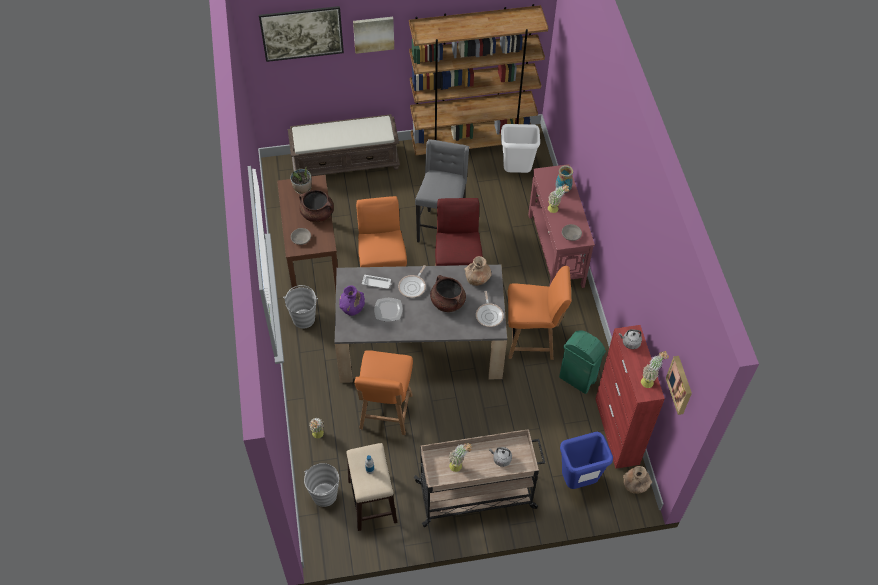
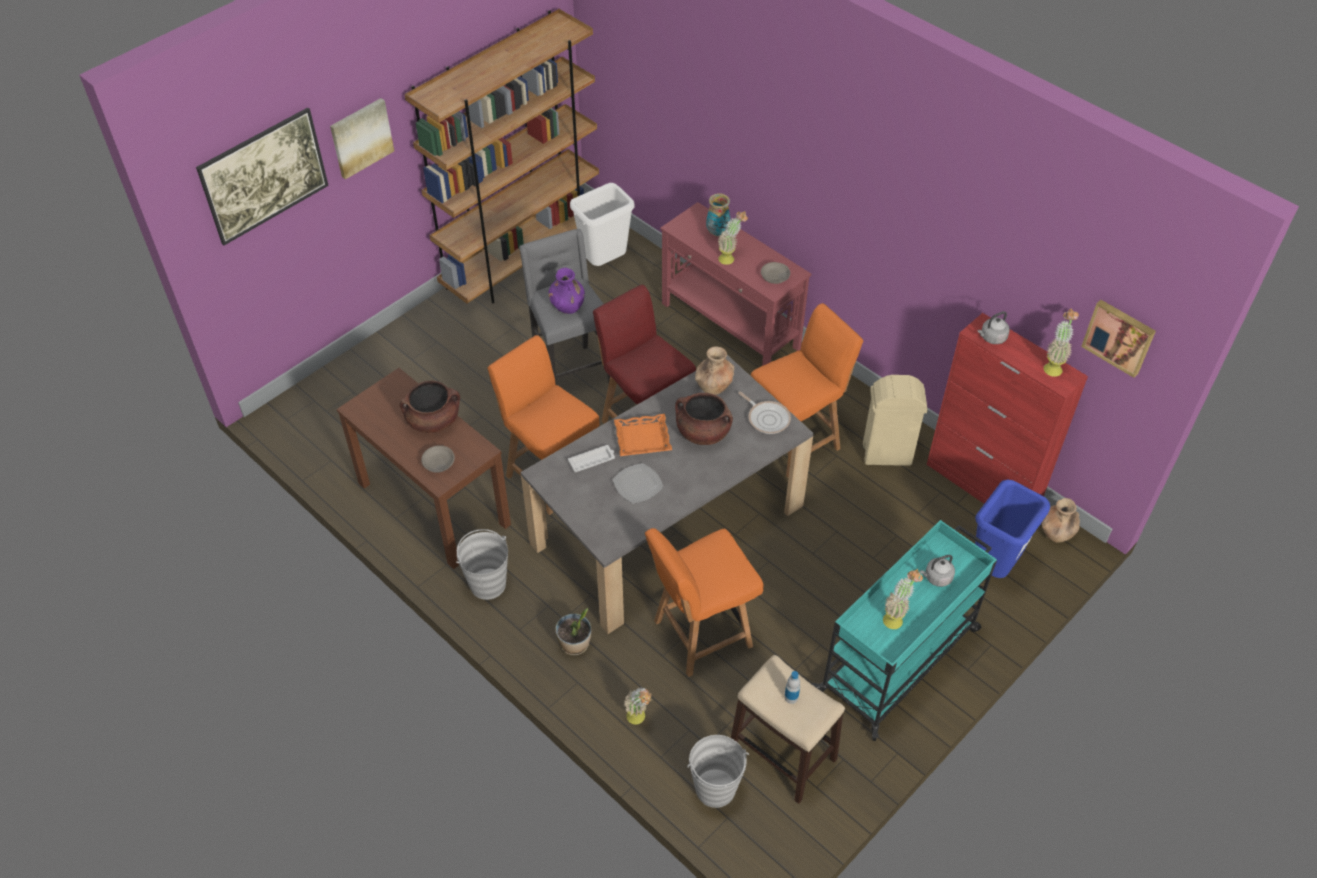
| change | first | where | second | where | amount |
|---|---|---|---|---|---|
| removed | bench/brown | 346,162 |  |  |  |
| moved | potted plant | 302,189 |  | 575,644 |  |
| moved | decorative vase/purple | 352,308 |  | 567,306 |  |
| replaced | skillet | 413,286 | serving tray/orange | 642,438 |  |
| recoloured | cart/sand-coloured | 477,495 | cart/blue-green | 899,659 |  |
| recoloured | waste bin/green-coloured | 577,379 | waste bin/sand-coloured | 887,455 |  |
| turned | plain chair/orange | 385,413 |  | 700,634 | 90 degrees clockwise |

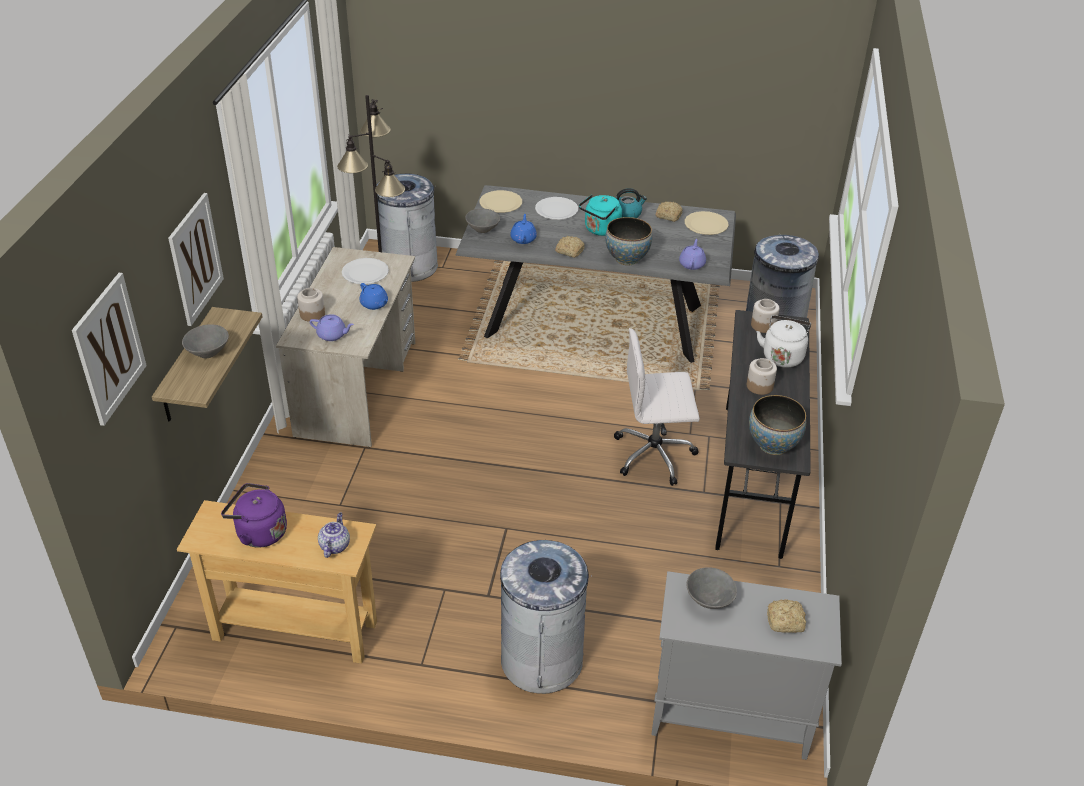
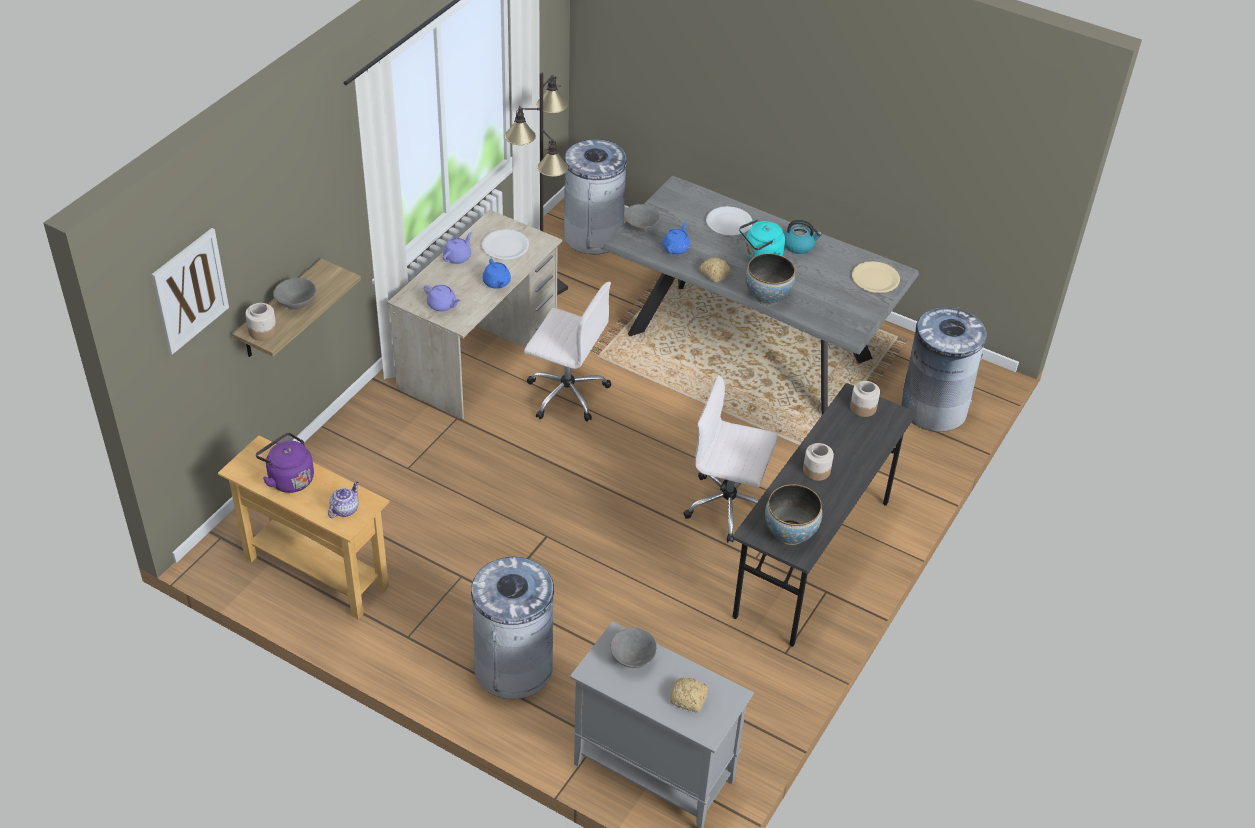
| change | first | where | second | where | amount |
|---|---|---|---|---|---|
| removed | wall picture | 195,259 |  |  |  |
| removed | dinner plate/sand-coloured | 501,203 |  |  |  |
| removed | bread | 668,215 |  |  |  |
| removed | water kettle/white-coloured | 782,356 |  |  |  |
| added |  |  | office chair/white-coloured | 566,393 |  |
| moved | storage jar | 312,314 |  | 263,331 |  |
| moved | teapot/purple | 692,264 |  | 458,257 |  |

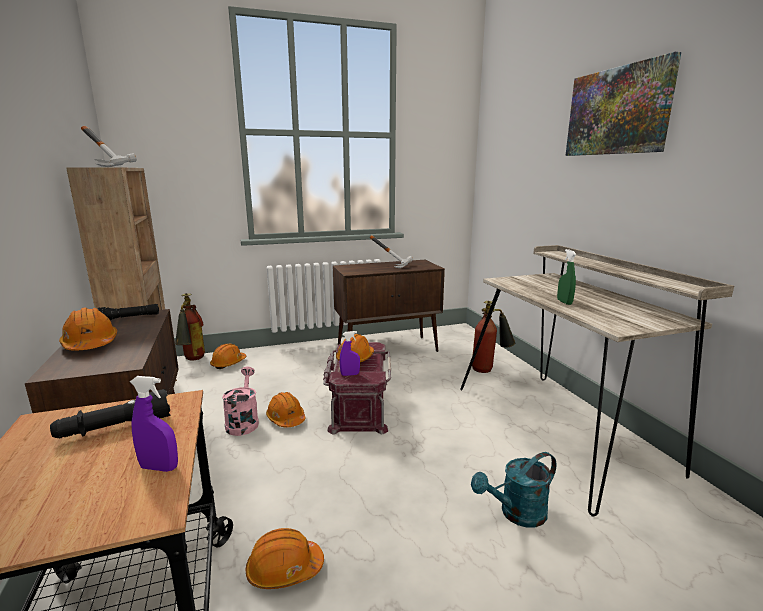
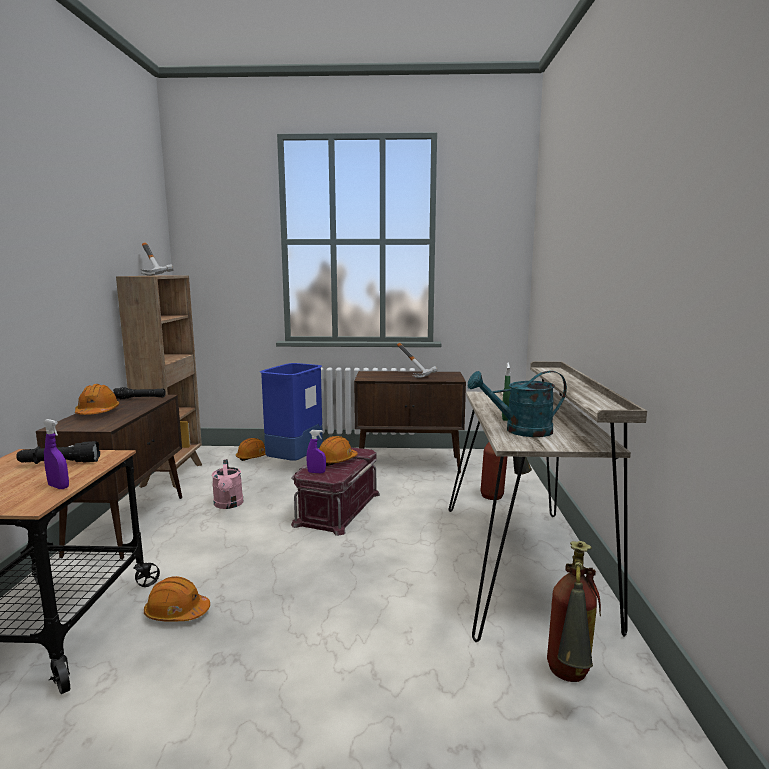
| change | first | where | second | where | amount |
|---|---|---|---|---|---|
| removed | safety helmet/orange | 286,418 |  |  |  |
| removed | wall picture | 617,111 |  |  |  |
| added |  |  | waste bin/bluish | 295,462 |  |
| moved | fire-fighting cylinder | 192,360 |  | 568,682 |  |
| moved | sprinkling can/blue-green | 516,514 |  | 520,431 |  |
| turned | sprinkling can/pink-coloured | 243,421 |  | 228,505 | 150 degrees clockwise |

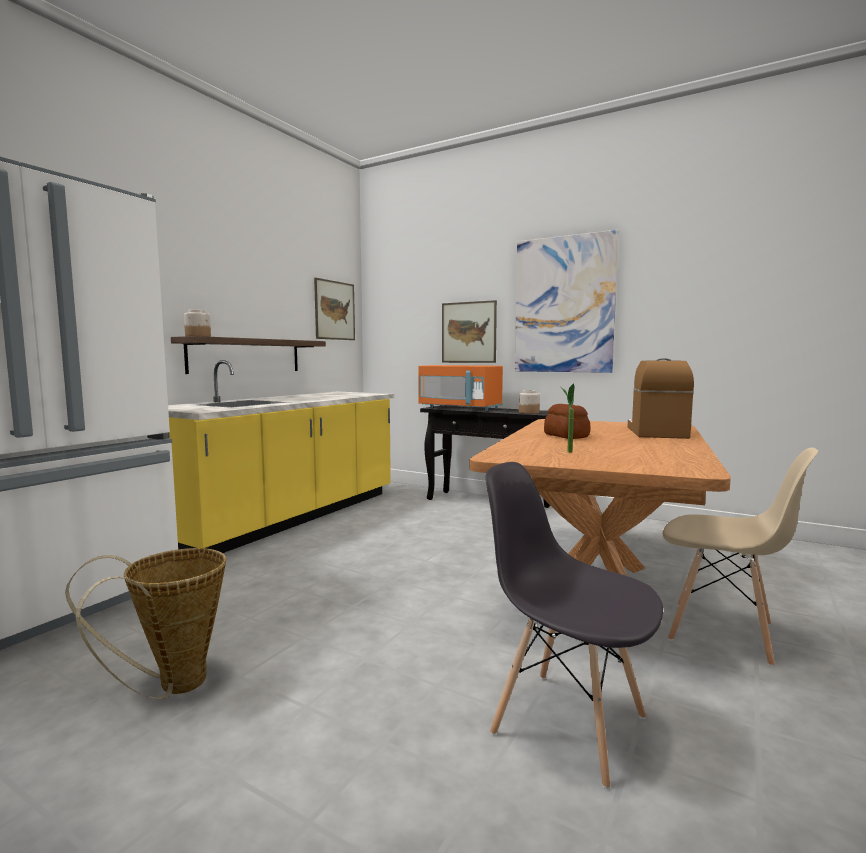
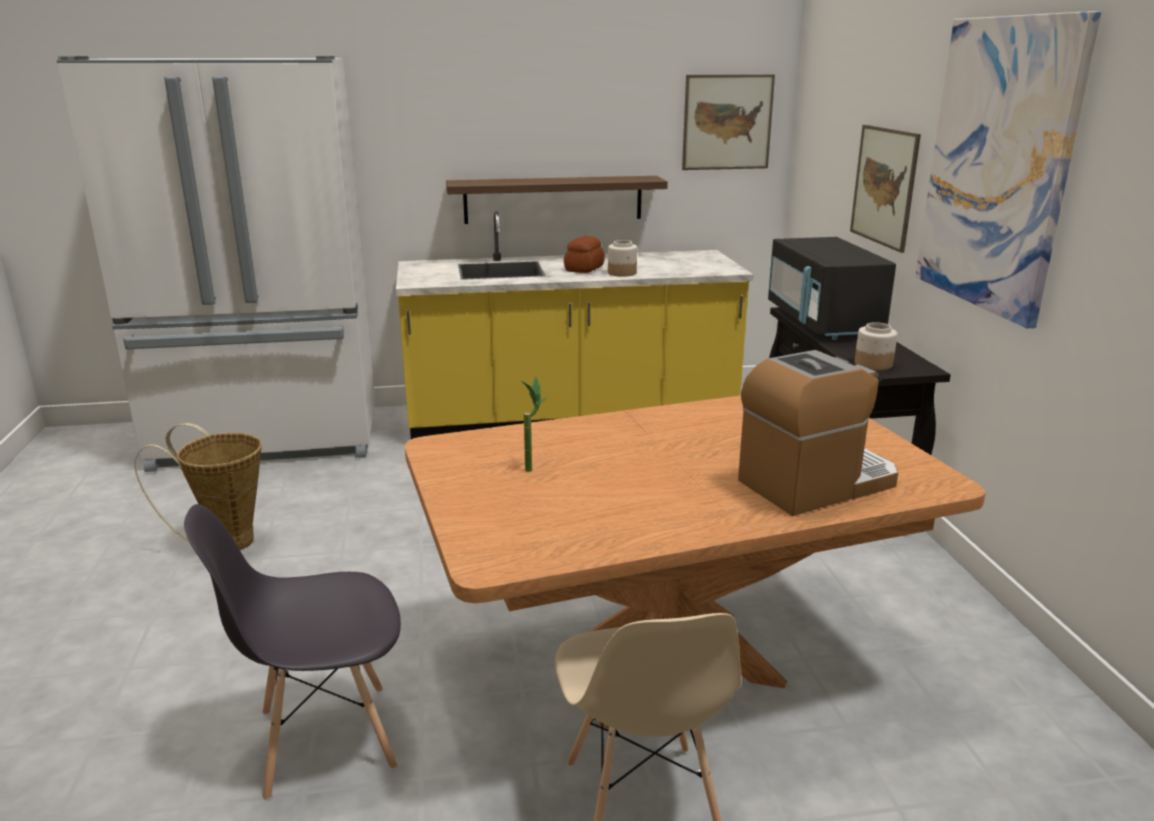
| change | first | where | second | where | amount |
|---|---|---|---|---|---|
| moved | storage jar | 198,336 |  | 622,273 |  |
| moved | bread | 566,436 |  | 583,269 |  |
| recoloured | kitchen microwave/orange | 460,408 | kitchen microwave/blackish | 823,322 |  |
| turned | plain chair/grey | 567,723 |  | 324,740 | 105 degrees counterclockwise |

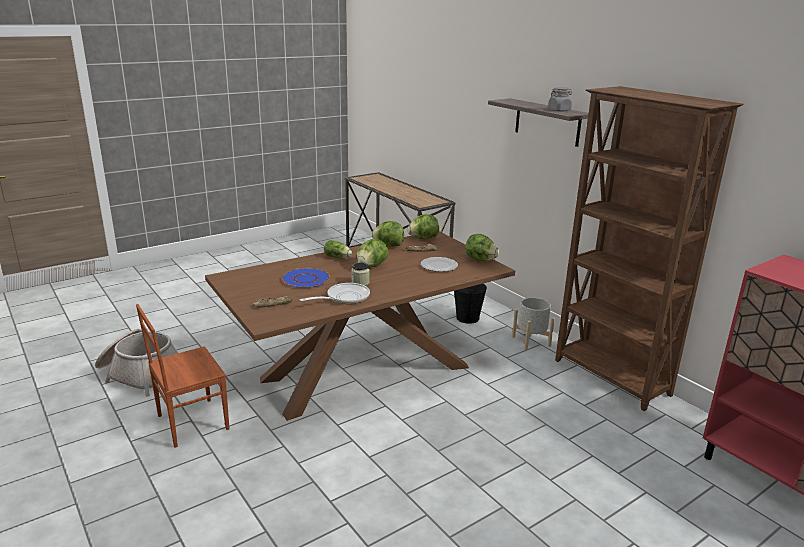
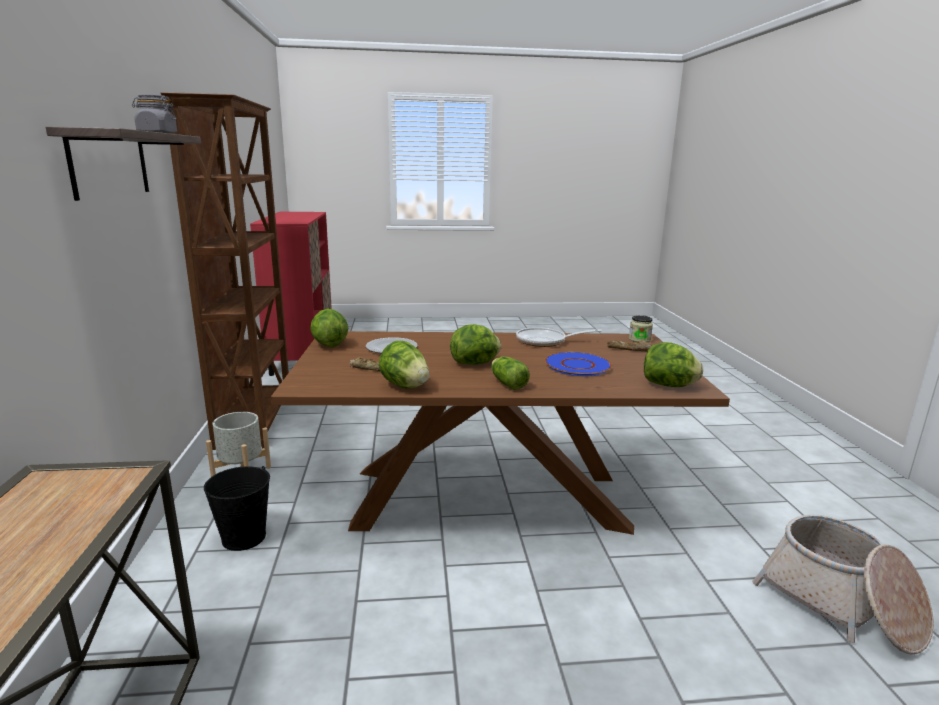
| change | first | where | second | where | amount |
|---|---|---|---|---|---|
| removed | plain chair/brown | 191,422 |  |  |  |
| moved | storage jar | 360,282 |  | 639,339 |  |
| moved | lettuce | 423,238 |  | 669,385 |  |

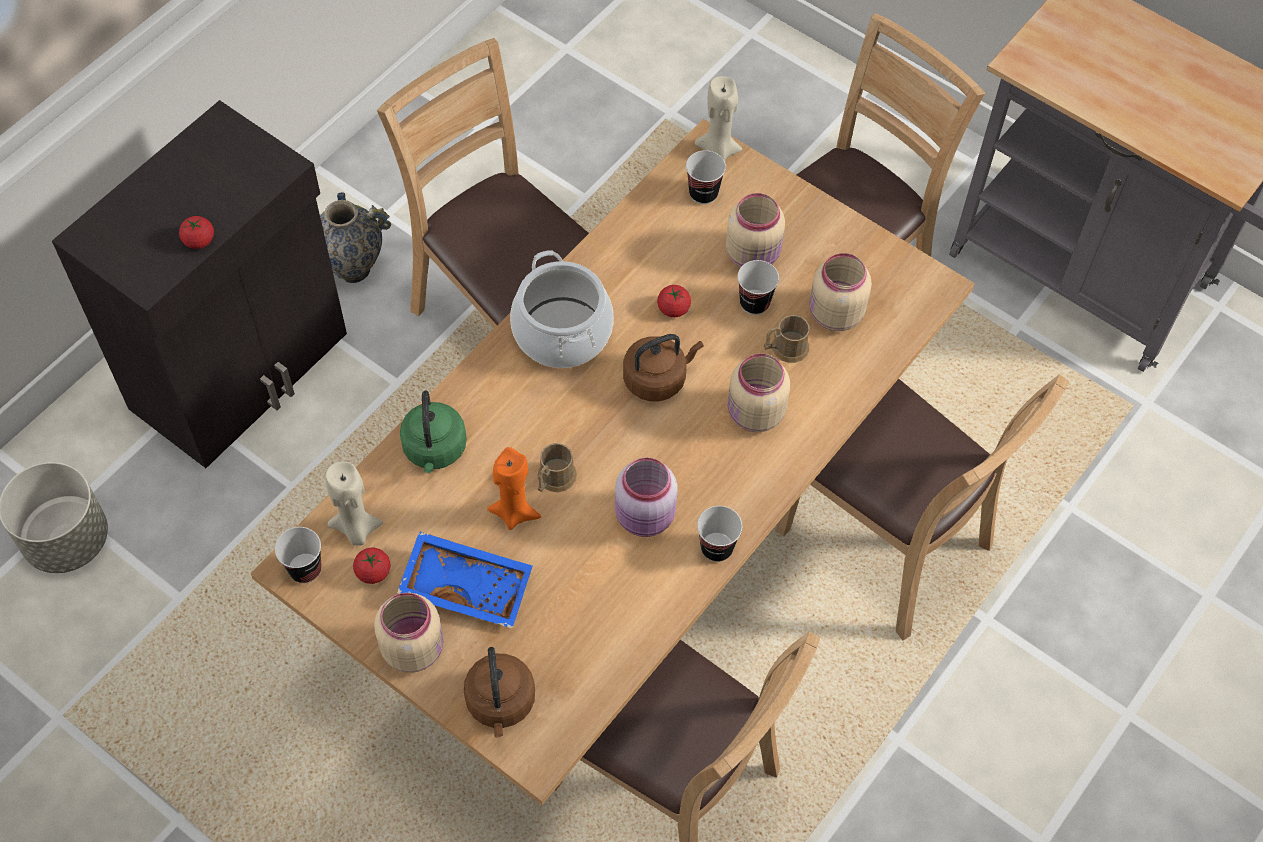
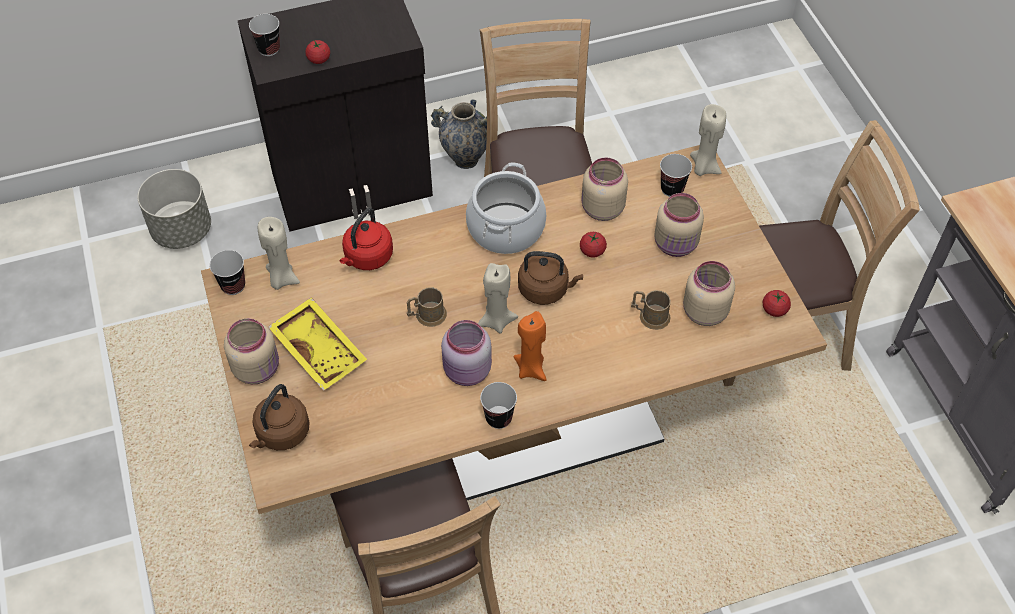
| change | first | where | second | where | amount |
|---|---|---|---|---|---|
| removed | plain chair/brown | 885,542 |  |  |  |
| added |  |  | wax candle/sand-coloured | 496,321 |  |
| moved | fresh tomato | 373,572 |  | 774,310 |  |
| moved | wax candle/orange | 514,512 |  | 531,368 |  |
| moved | storage jar/sand-coloured | 754,414 |  | 601,209 |  |
| moved | drinking cup | 754,303 |  | 269,49 |  |
| recoloured | serving tray/bluish | 467,585 | serving tray/yellowish | 320,349 |  |
| recoloured | water kettle/green-coloured | 435,450 | water kettle/reddish | 367,258 |  |

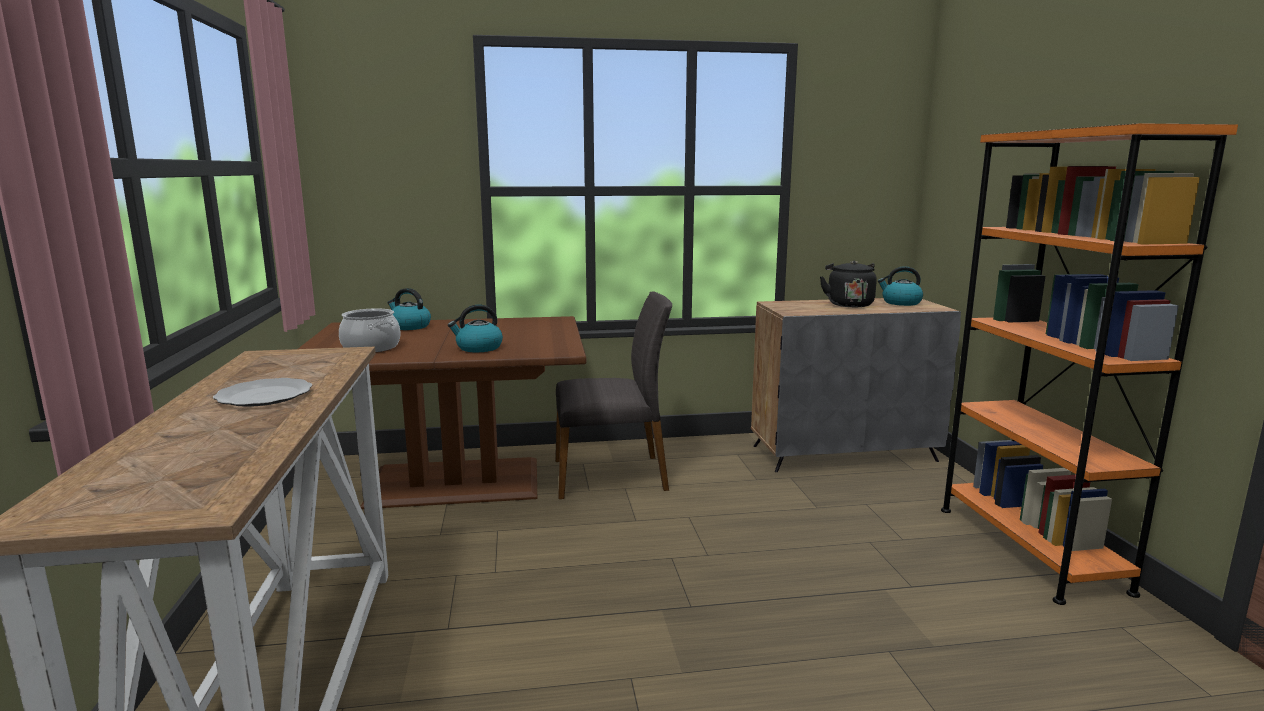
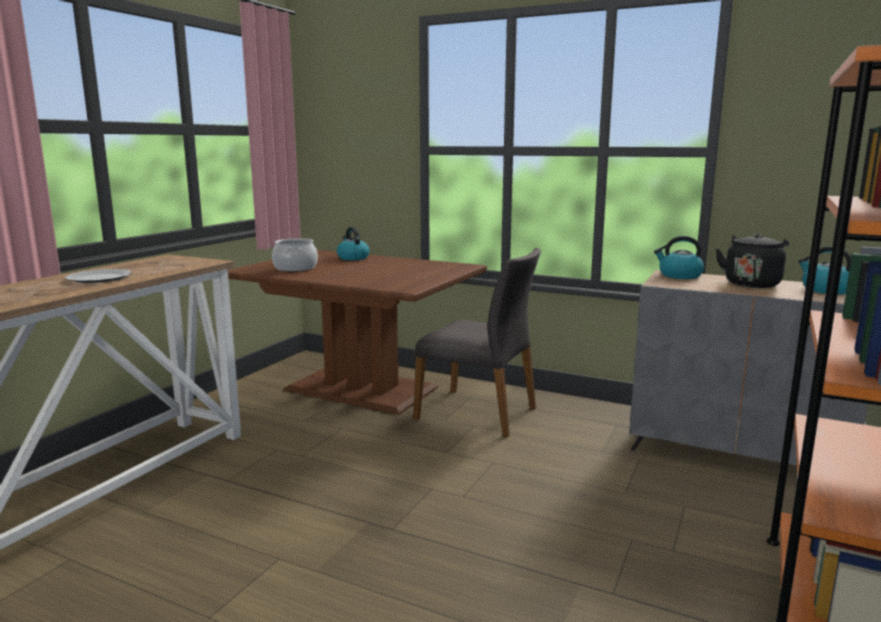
| change | first | where | second | where | amount |
|---|---|---|---|---|---|
| moved | water kettle | 478,348 |  | 679,275 |  |

